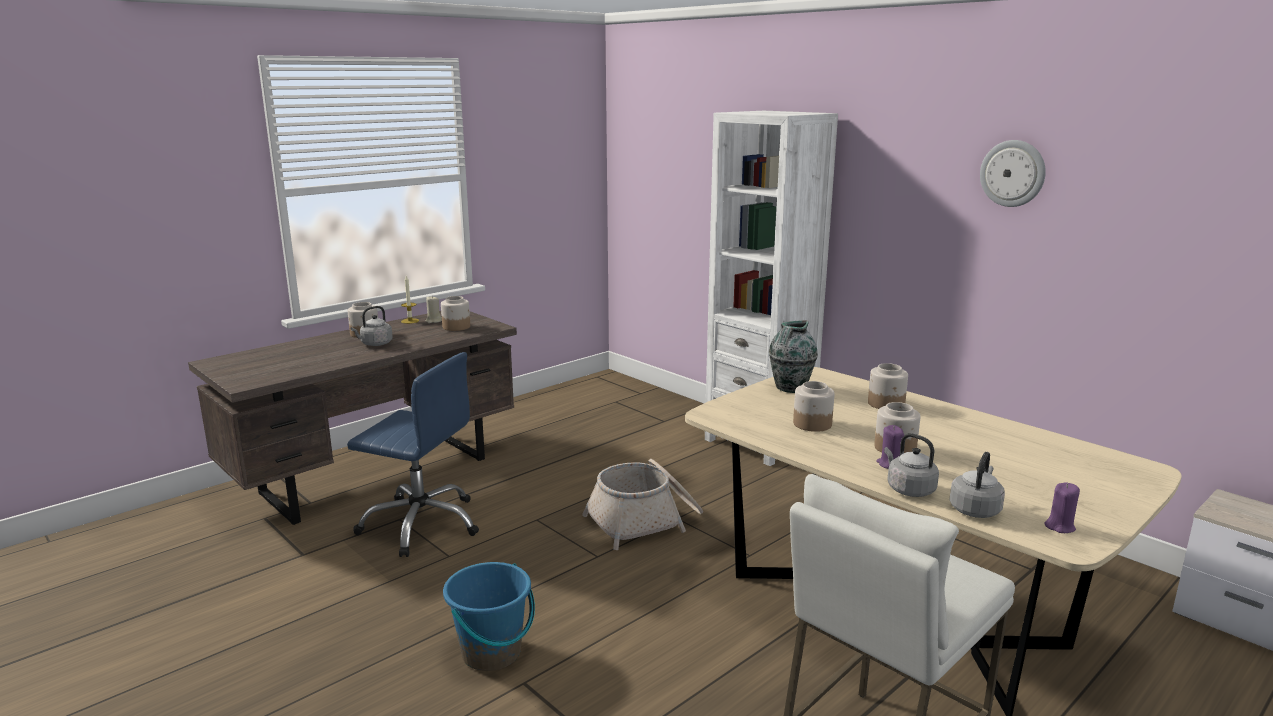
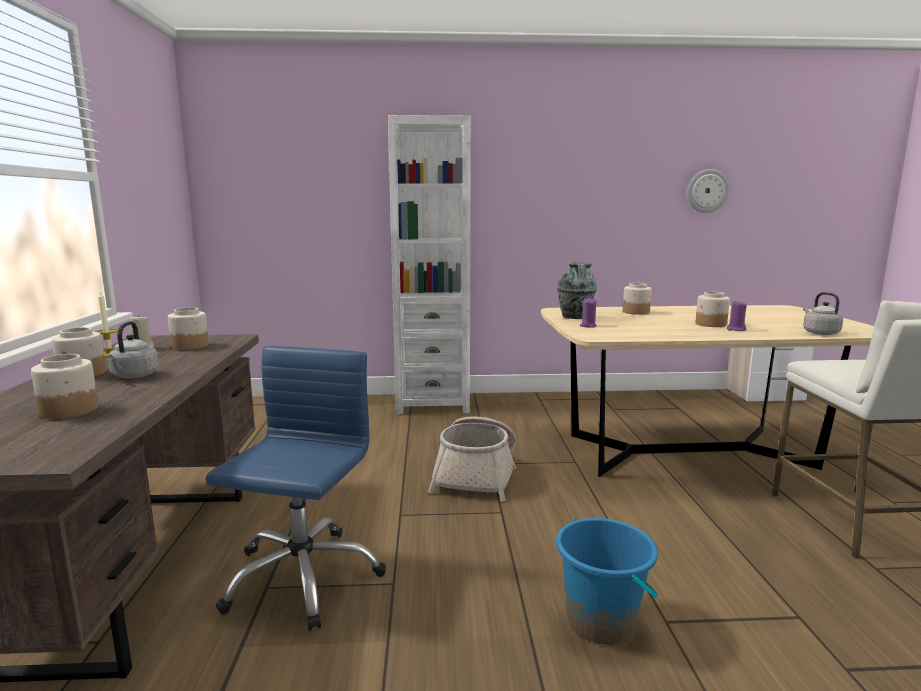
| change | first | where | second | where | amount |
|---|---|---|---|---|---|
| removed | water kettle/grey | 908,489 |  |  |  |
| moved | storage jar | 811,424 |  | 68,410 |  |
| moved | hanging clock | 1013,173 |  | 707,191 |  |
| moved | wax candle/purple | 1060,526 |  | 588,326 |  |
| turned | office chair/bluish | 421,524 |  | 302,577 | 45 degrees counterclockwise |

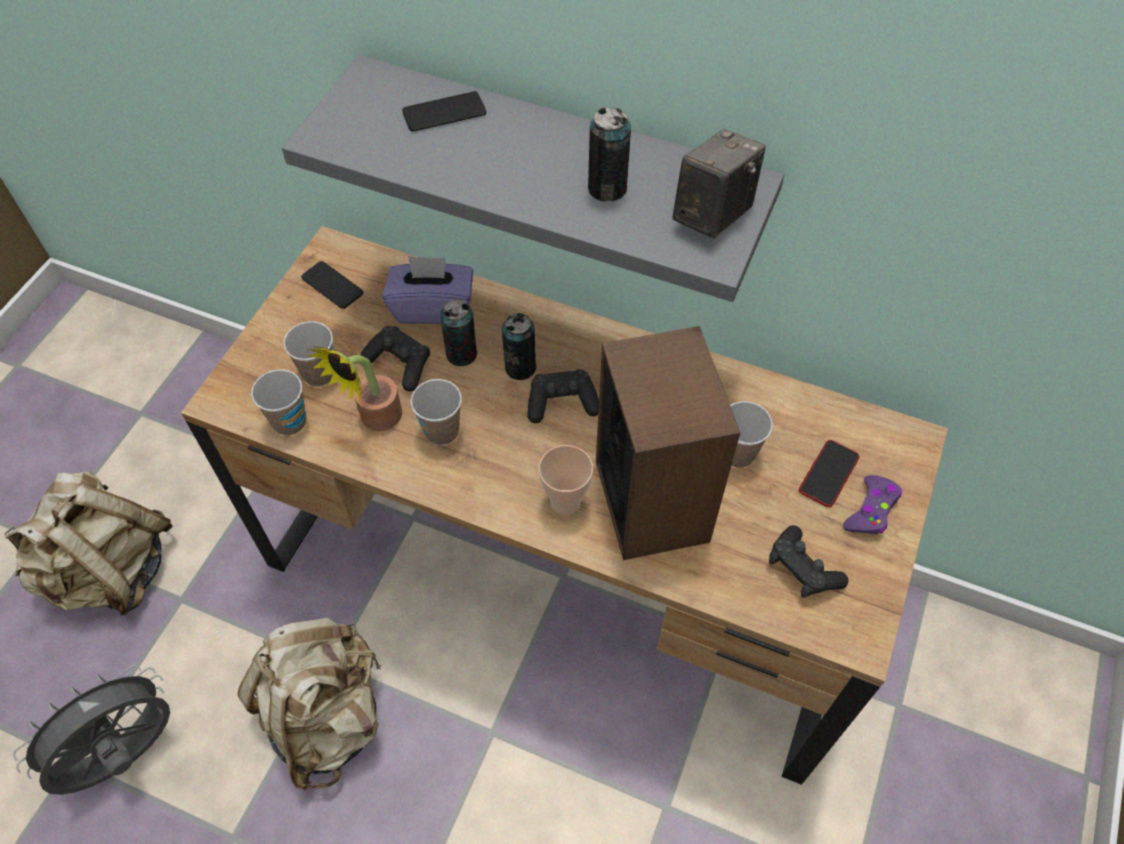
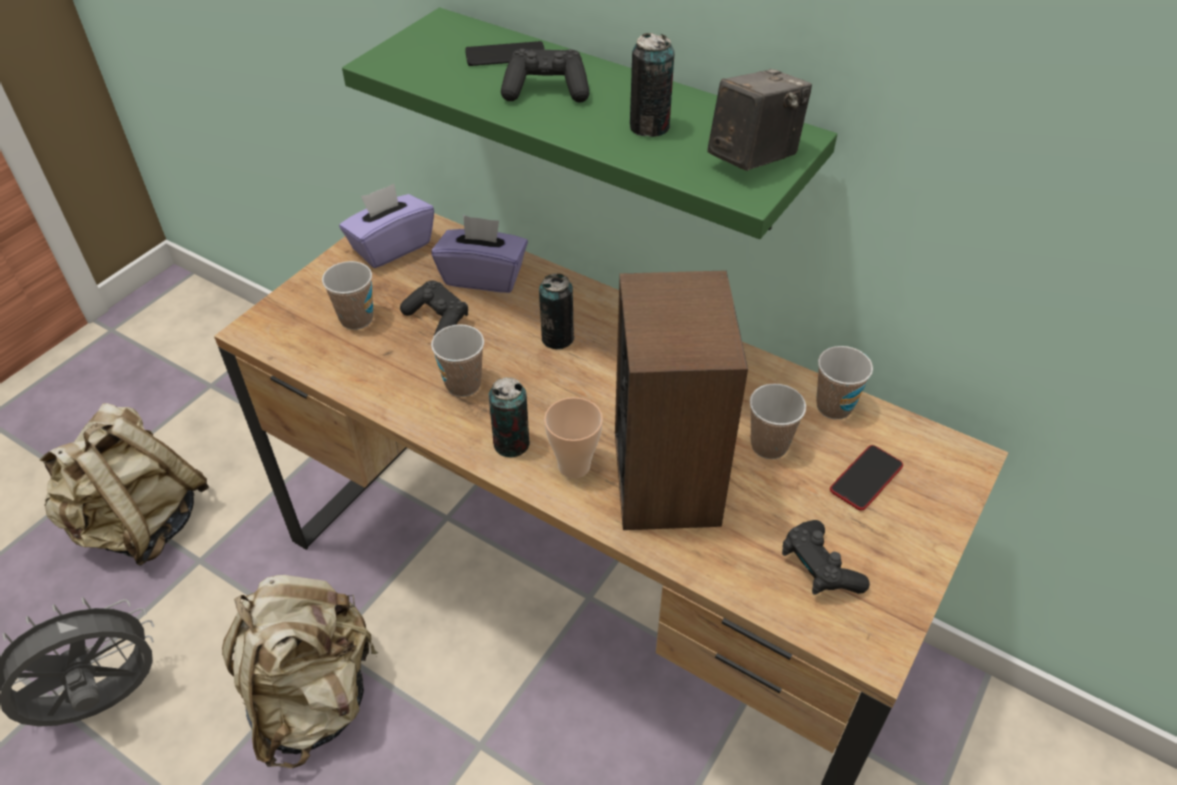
| change | first | where | second | where | amount |
|---|---|---|---|---|---|
| removed | potted plant | 375,420 |  |  |  |
| removed | joypad/purple | 871,510 |  |  |  |
| moved | drinking cup | 289,422 |  | 834,407 |  |
| moved | can | 461,354 |  | 511,444 |  |
| moved | joypad/blackish | 562,403 |  | 546,90 |  |
| replaced | telephone | 332,285 | tissue holder/purple | 391,246 |  |
| recoloured | wall shelf/grey | 561,159 | wall shelf/green-coloured | 619,120 |  |

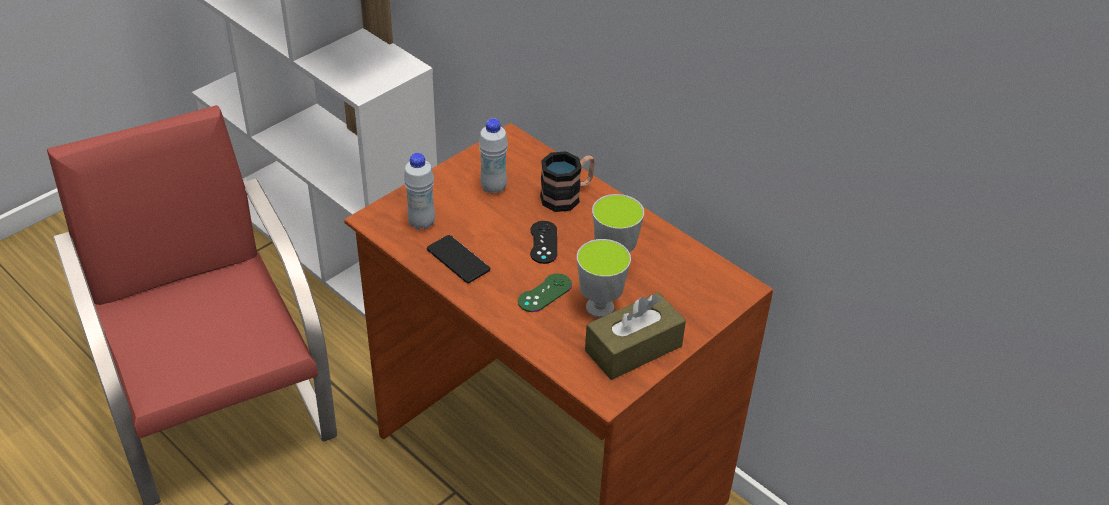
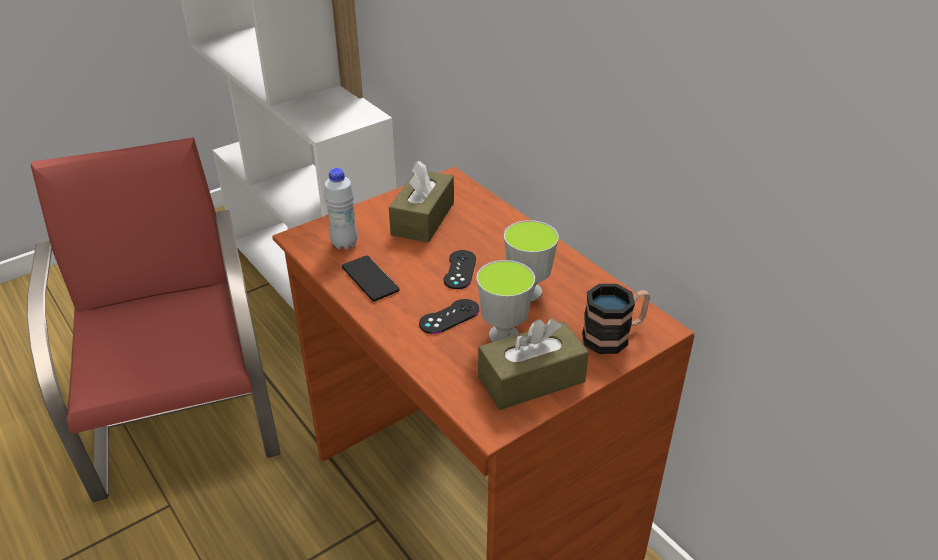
| change | first | where | second | where | amount |
|---|---|---|---|---|---|
| moved | coffee mug | 567,196 |  | 614,335 |  |
| replaced | drink bottle/white-coloured | 493,188 | tissue holder/brown | 423,218 |  |
| recoloured | joypad/green-coloured | 545,293 | joypad/blackish | 449,317 |  |

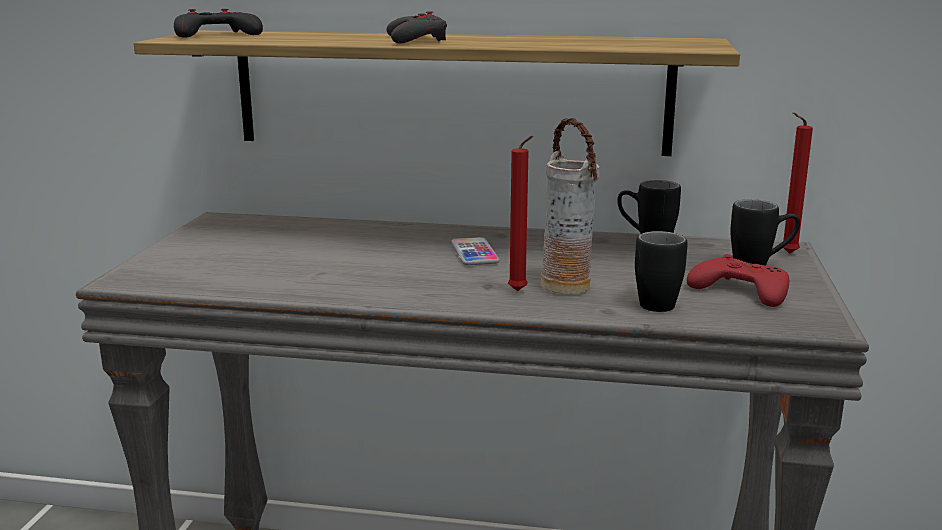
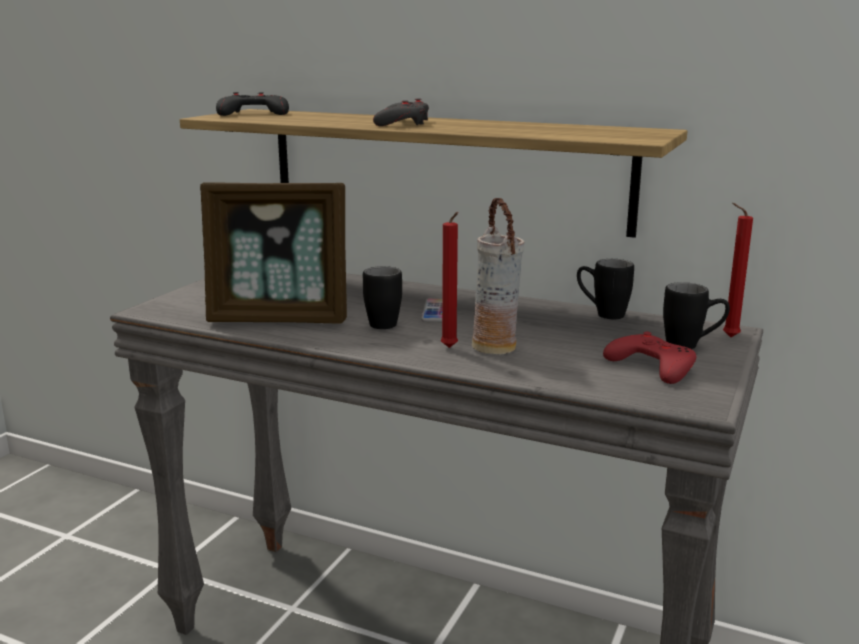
| change | first | where | second | where | amount |
|---|---|---|---|---|---|
| added |  |  | standing frame | 280,319 |  |
| moved | coffee mug/blackish | 652,301 |  | 384,321 |  |

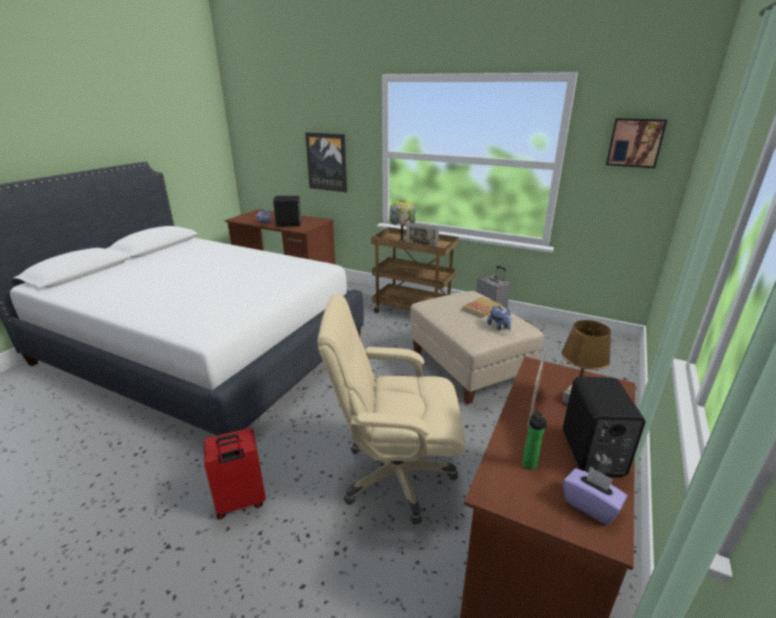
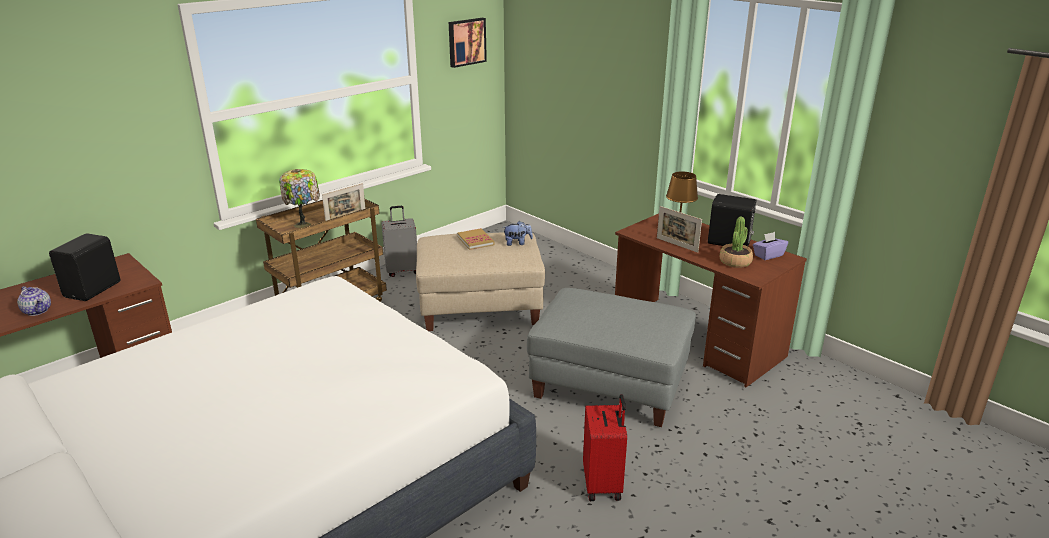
| change | first | where | second | where | amount |
|---|---|---|---|---|---|
| removed | wall picture | 327,162 |  |  |  |
| replaced | office chair/sand-coloured | 395,476 | footrest/grey | 609,385 |  |
| replaced | drink bottle | 530,466 | potted plant | 735,262 |  |

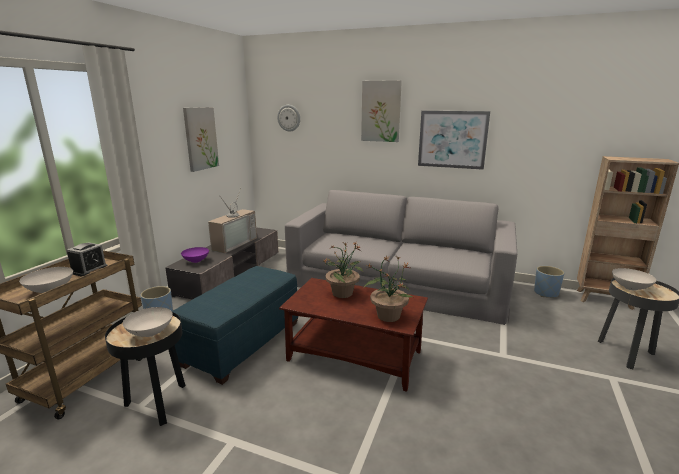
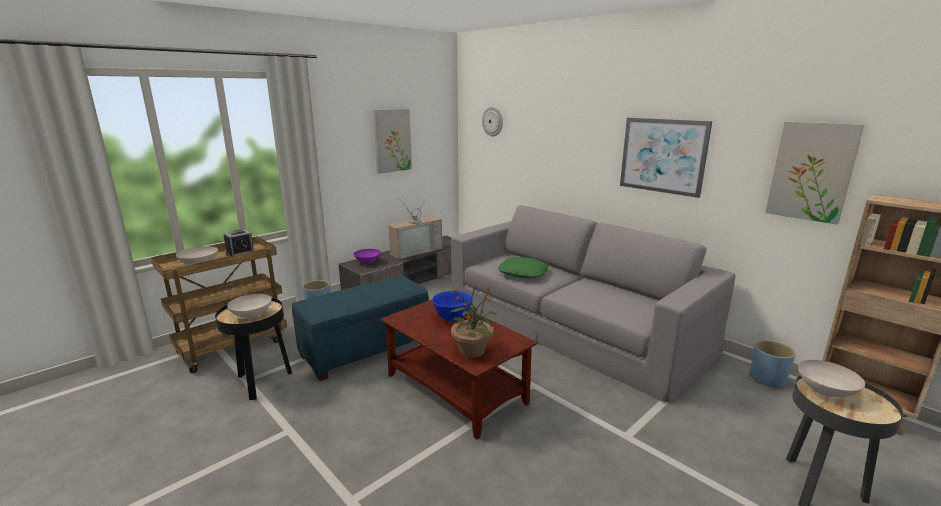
| change | first | where | second | where | amount |
|---|---|---|---|---|---|
| added |  |  | throw pillow/green-coloured | 523,273 |  |
| moved | wall picture | 381,111 |  | 811,171 |  |
| replaced | potted plant | 343,293 | deep dish/bluish | 452,318 |  |

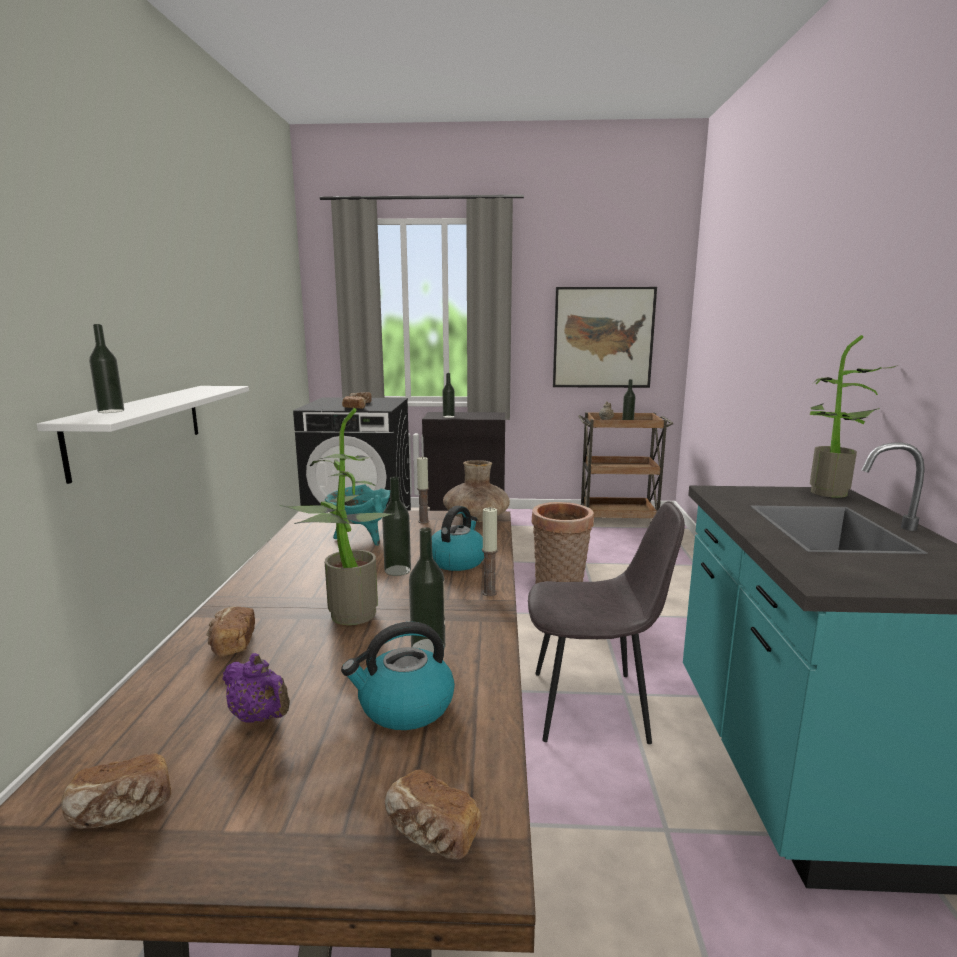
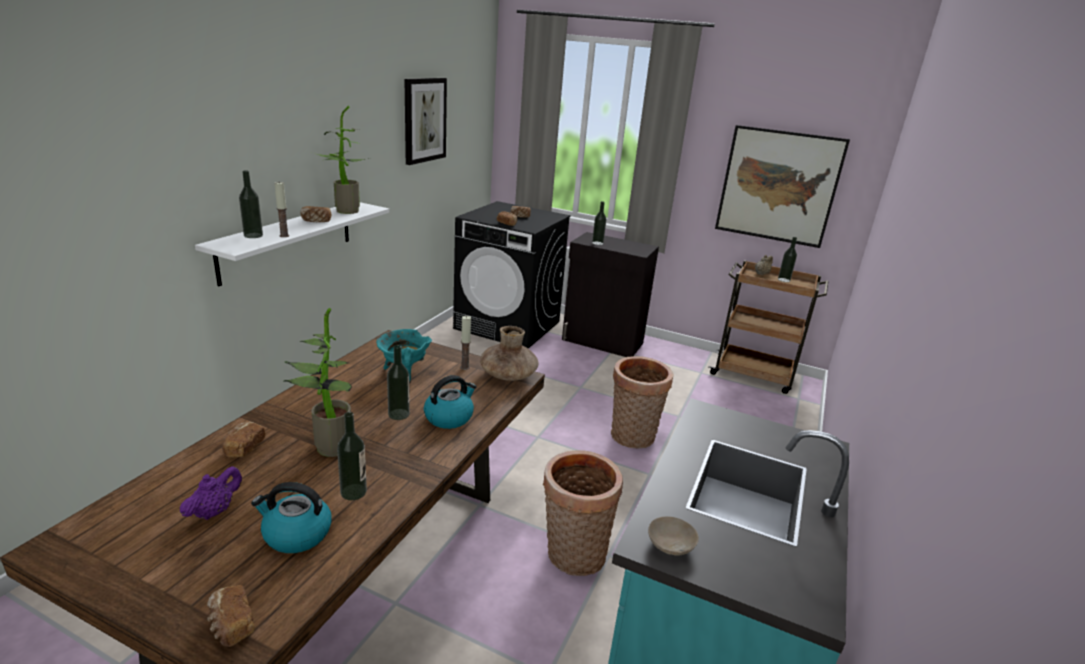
| change | first | where | second | where | amount |
|---|---|---|---|---|---|
| added |  |  | wall picture | 424,120 |  |
| added |  |  | deep dish/sand-coloured | 670,544 |  |
| moved | bread | 122,811 |  | 316,221 |  |
| moved | wax candle | 489,592 |  | 284,236 |  |
| moved | potted plant | 830,494 |  | 344,211 |  |
| replaced | plain chair/grey | 593,706 | storage basket | 573,556 |  |
| turned | teapot/purple | 260,717 |  | 214,511 | 120 degrees counterclockwise |

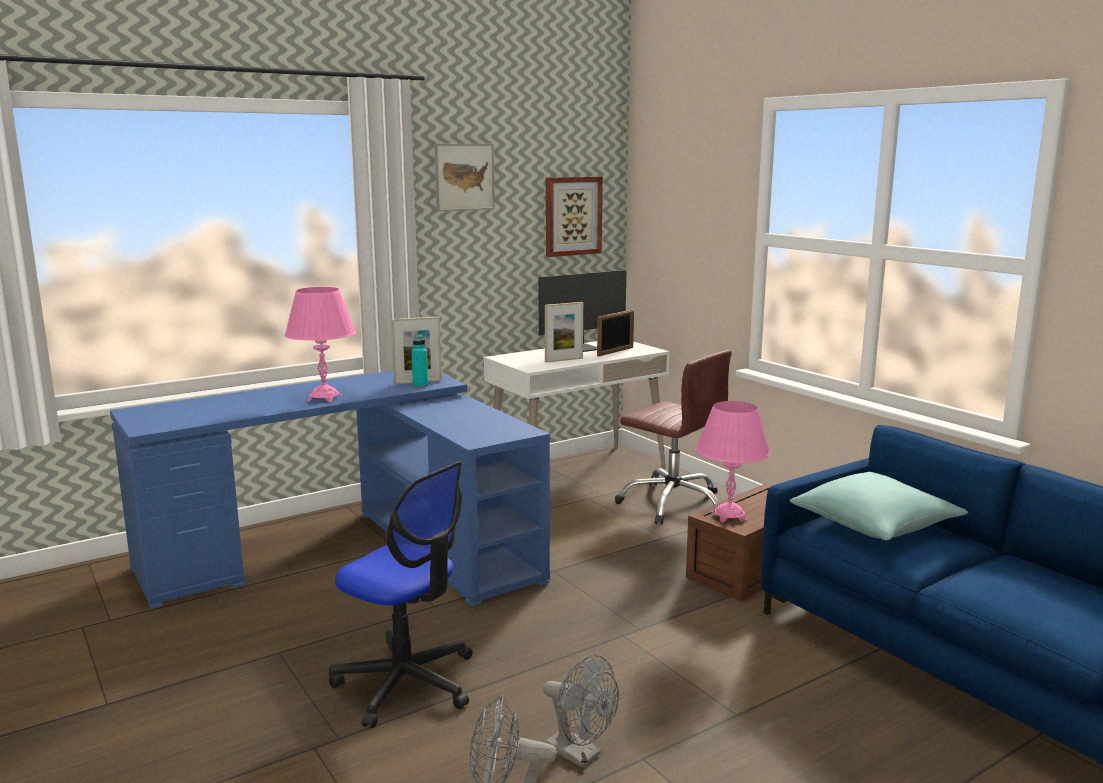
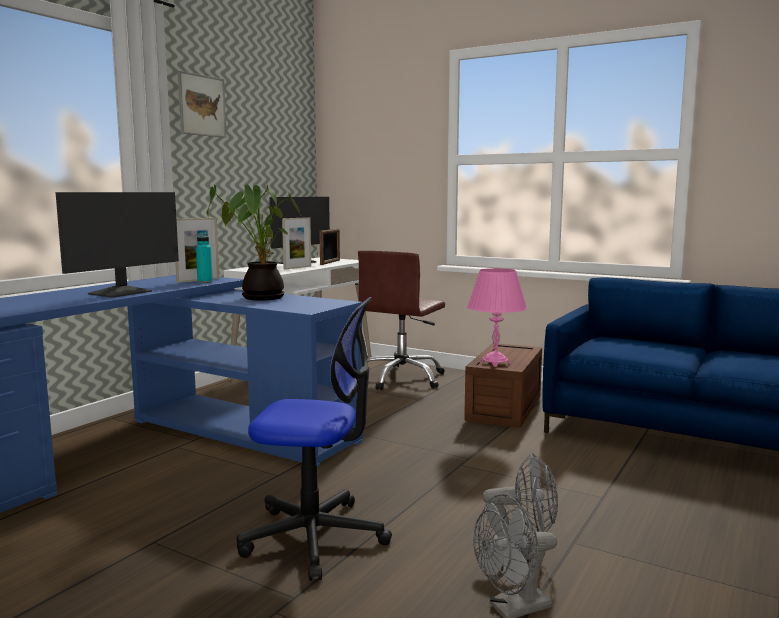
| change | first | where | second | where | amount |
|---|---|---|---|---|---|
| removed | wall picture | 572,216 |  |  |  |
| removed | throw pillow/blue-green | 875,525 |  |  |  |
| added |  |  | potted plant | 260,297 |  |
| replaced | table lamp/pink-coloured | 324,398 | computer display | 121,293 |  |
| turned | office chair/brown | 673,503 |  | 402,378 | 105 degrees clockwise |

